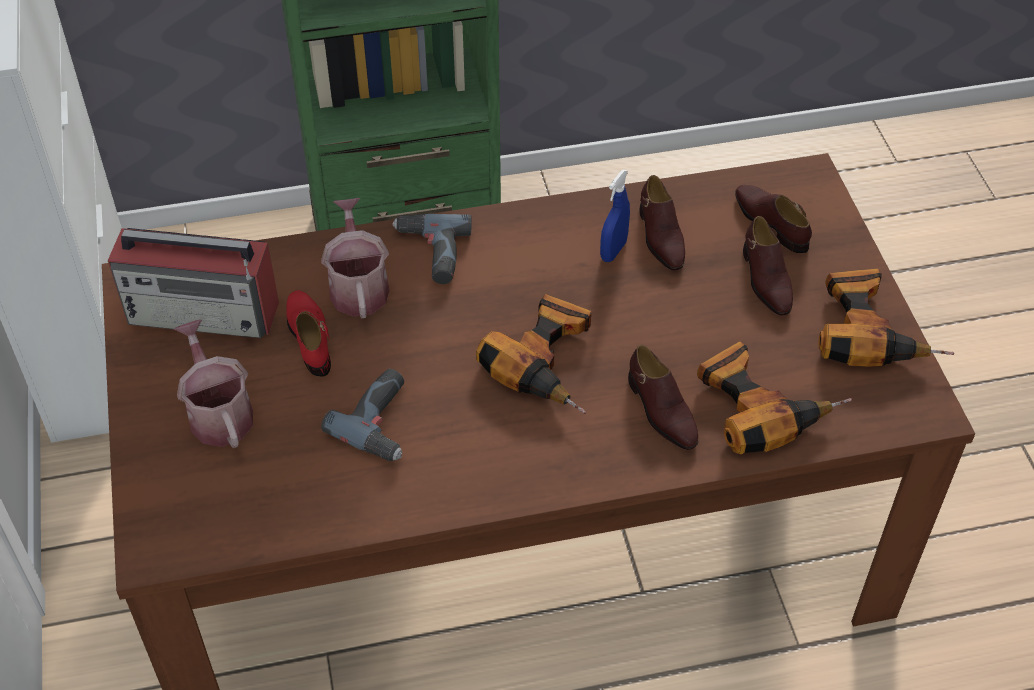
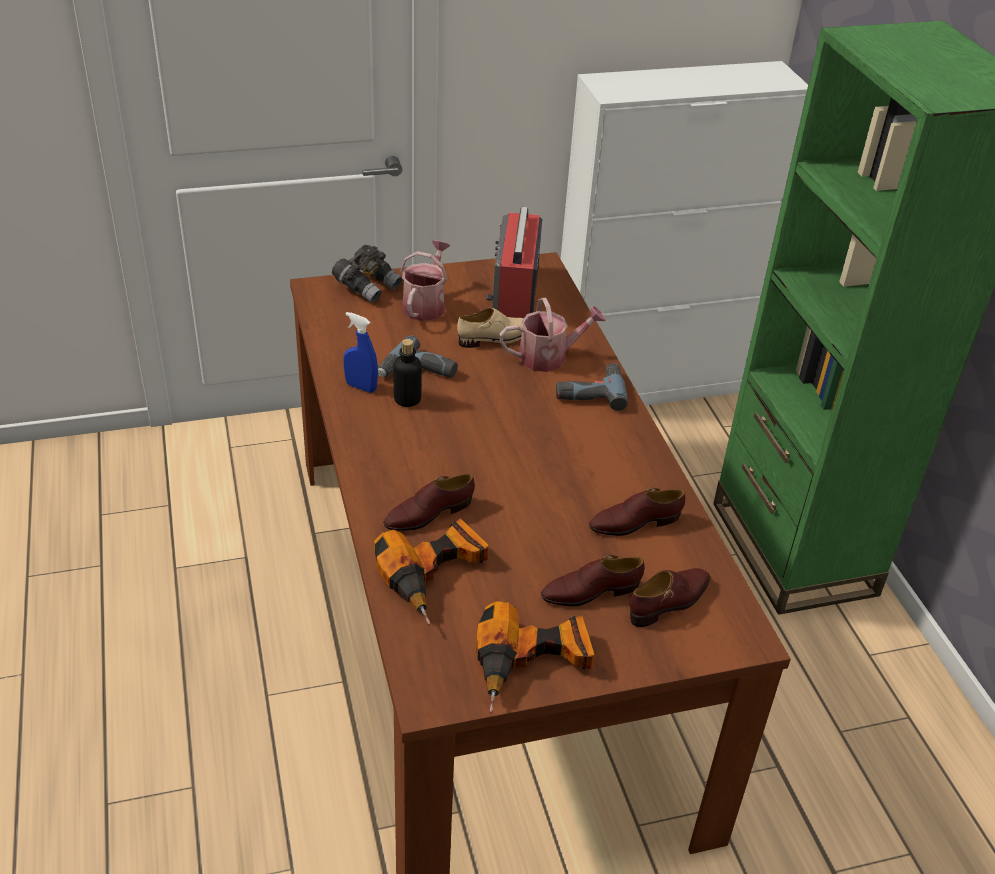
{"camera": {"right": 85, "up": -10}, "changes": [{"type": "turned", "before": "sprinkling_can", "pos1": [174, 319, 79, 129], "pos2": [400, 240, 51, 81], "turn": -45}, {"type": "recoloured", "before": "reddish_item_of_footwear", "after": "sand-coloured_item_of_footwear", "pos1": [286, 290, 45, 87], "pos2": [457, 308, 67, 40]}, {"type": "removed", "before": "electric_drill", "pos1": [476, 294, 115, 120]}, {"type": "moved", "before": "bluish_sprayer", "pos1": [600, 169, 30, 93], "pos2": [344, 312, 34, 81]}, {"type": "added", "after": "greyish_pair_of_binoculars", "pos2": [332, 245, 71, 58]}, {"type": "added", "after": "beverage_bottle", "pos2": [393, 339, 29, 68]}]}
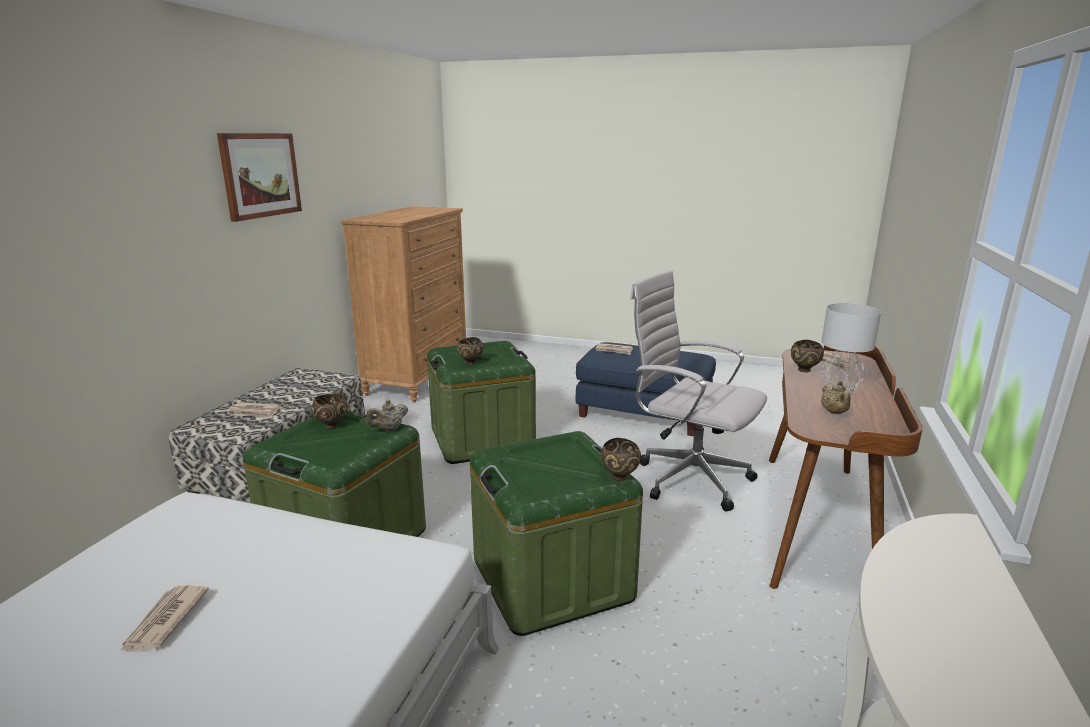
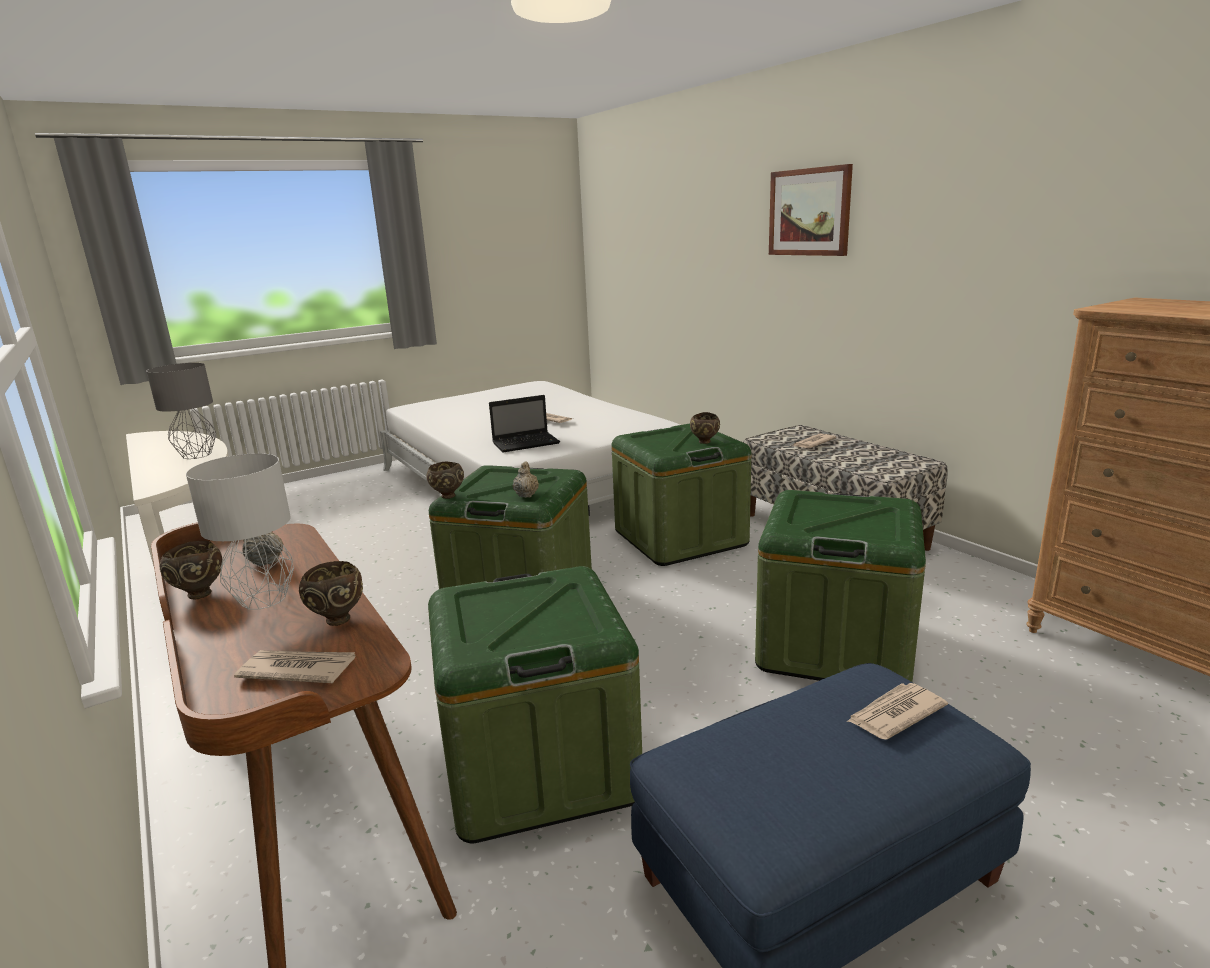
{"camera": {"right": 130, "up": 0}, "changes": [{"type": "moved", "before": "wall_art", "pos1": [217, 133, 85, 89], "pos2": [769, 164, 84, 92]}, {"type": "moved", "before": "sand-coloured_teapot", "pos1": [366, 400, 42, 31], "pos2": [513, 462, 26, 36]}, {"type": "moved", "before": "brown-coloured_bowl", "pos1": [457, 337, 27, 28], "pos2": [159, 541, 63, 59]}, {"type": "replaced", "before": "whitish_computer_chair", "after": "green_storage_bin", "pos1": [630, 270, 137, 242], "pos2": [428, 566, 214, 277]}, {"type": "added", "after": "greyish_tabletop_lamp", "pos2": [146, 363, 70, 96]}, {"type": "added", "after": "notebook_computer", "pos2": [489, 395, 71, 57]}]}
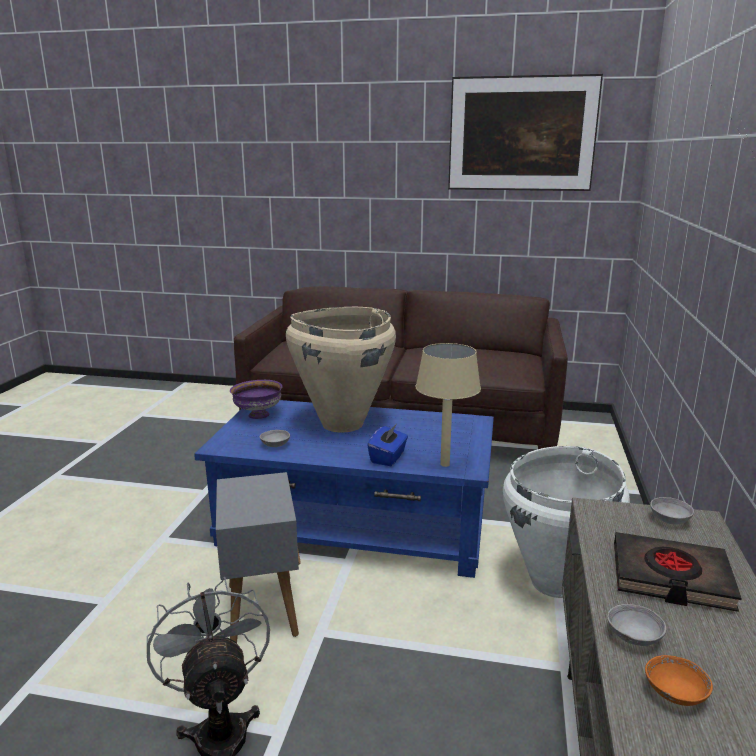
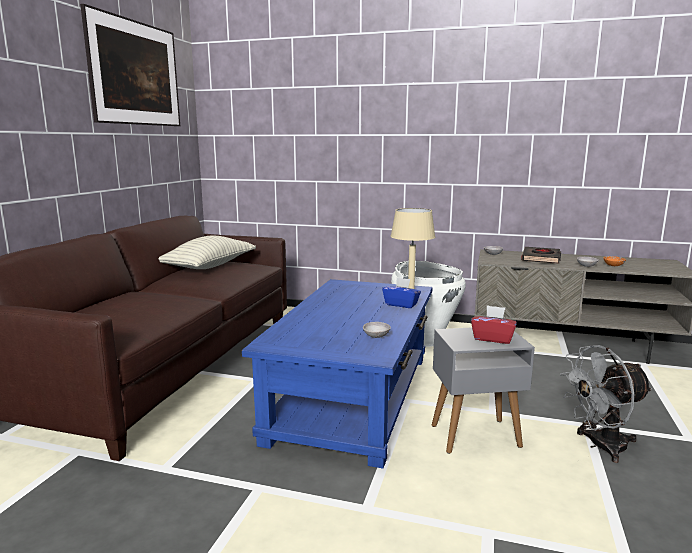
{"camera": {"right": -85, "up": -5}, "changes": [{"type": "removed", "before": "purple_bowl", "pos1": [230, 380, 53, 39]}, {"type": "removed", "before": "sand-coloured_decorative_vase", "pos1": [286, 307, 110, 126]}, {"type": "added", "after": "pillow", "pos2": [159, 236, 97, 33]}, {"type": "added", "after": "reddish_tissue_box", "pos2": [471, 305, 46, 39]}]}
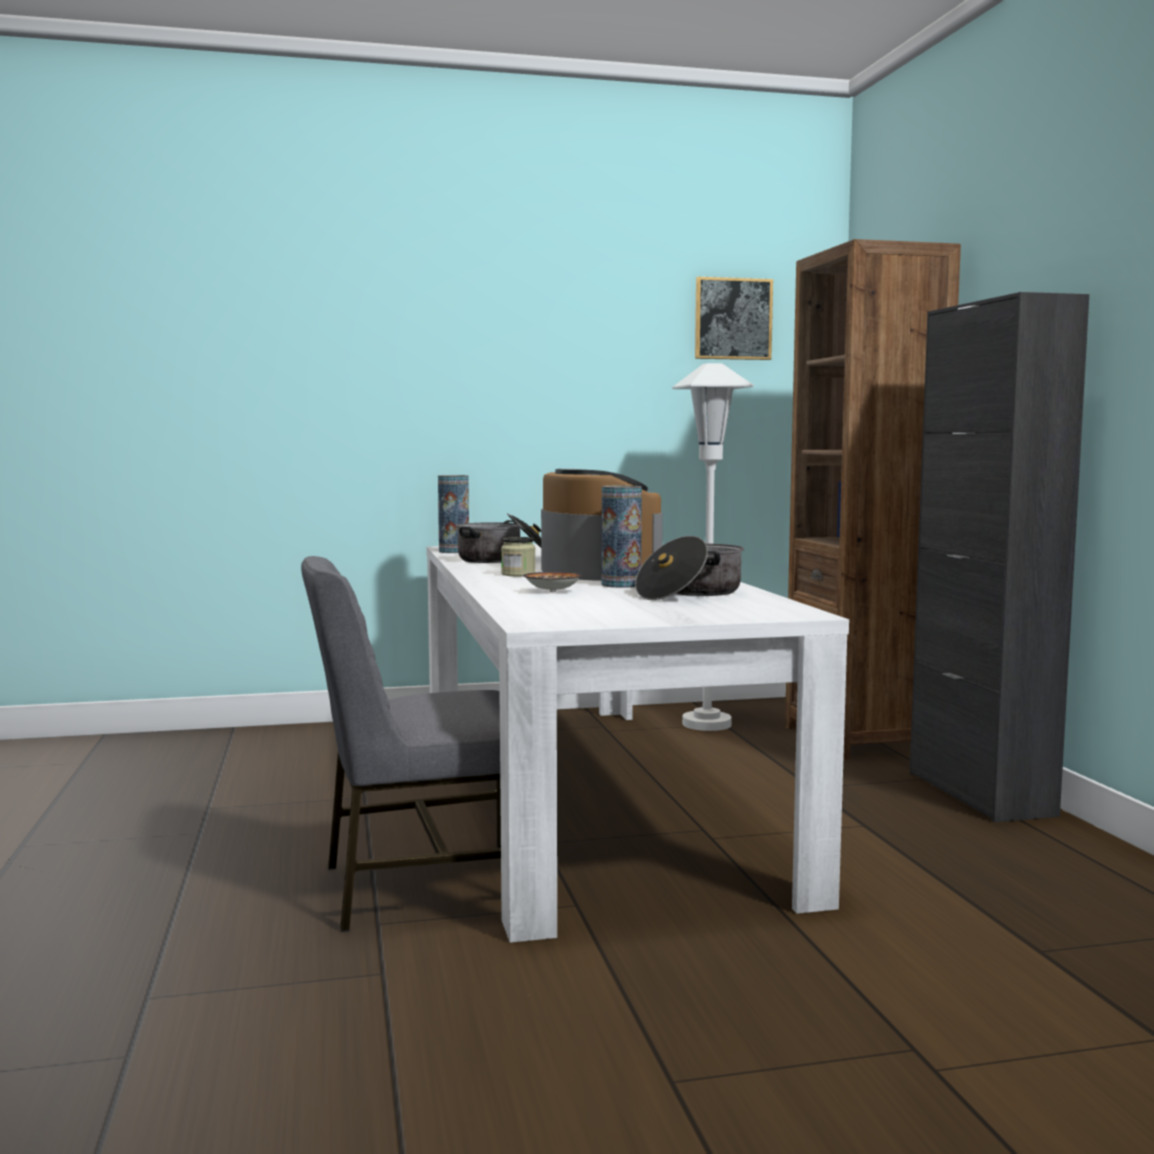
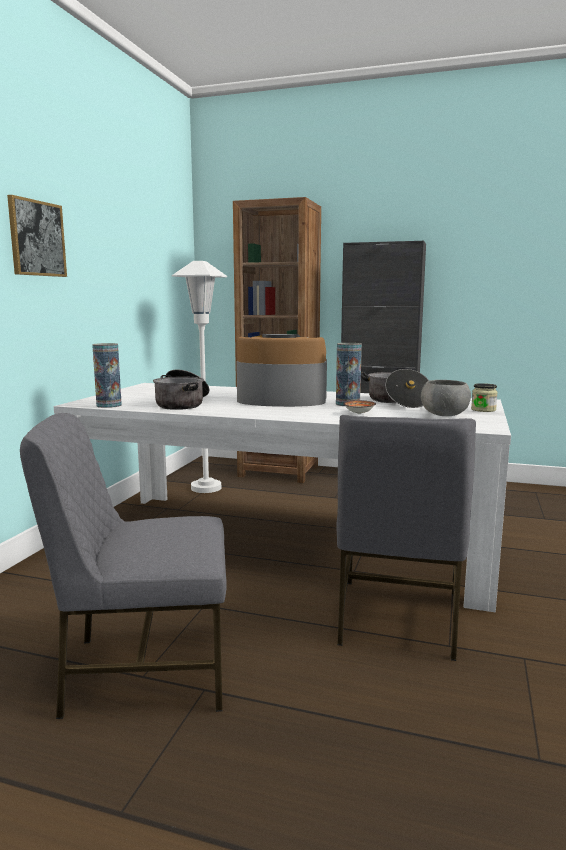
{"camera": {"right": -60, "up": 5}, "changes": [{"type": "moved", "before": "storage_jar", "pos1": [501, 537, 35, 39], "pos2": [471, 383, 27, 29]}, {"type": "moved", "before": "wall_art", "pos1": [695, 277, 78, 83], "pos2": [7, 195, 60, 82]}, {"type": "added", "after": "greyish_chair", "pos2": [20, 413, 207, 306]}, {"type": "added", "after": "greyish_bowl", "pos2": [421, 380, 50, 36]}]}
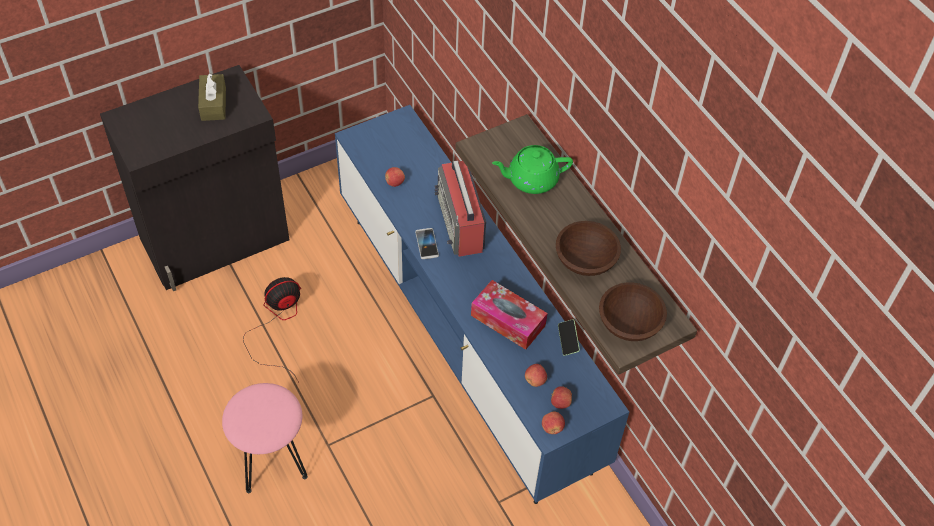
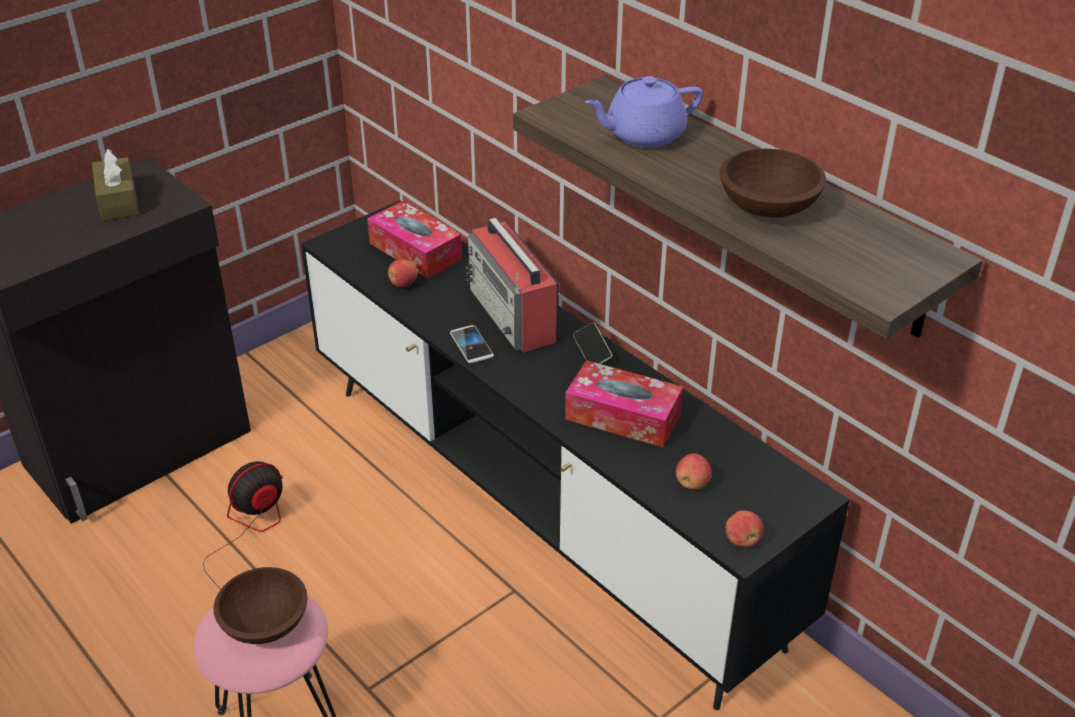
{"camera": {"right": -10, "up": -15}, "changes": [{"type": "recoloured", "before": "bluish_tv_stand", "after": "black-coloured_tv_stand", "pos1": [335, 105, 294, 399], "pos2": [301, 200, 549, 510]}, {"type": "recoloured", "before": "green_teapot", "after": "purple_teapot", "pos1": [492, 145, 81, 49], "pos2": [585, 76, 118, 72]}, {"type": "removed", "before": "apple", "pos1": [551, 386, 21, 23]}, {"type": "moved", "before": "phone", "pos1": [558, 319, 22, 37], "pos2": [573, 323, 39, 41]}, {"type": "moved", "before": "brown-coloured_bowl", "pos1": [599, 283, 68, 58], "pos2": [214, 567, 93, 77]}, {"type": "added", "after": "tissue_box", "pos2": [367, 201, 95, 78]}]}
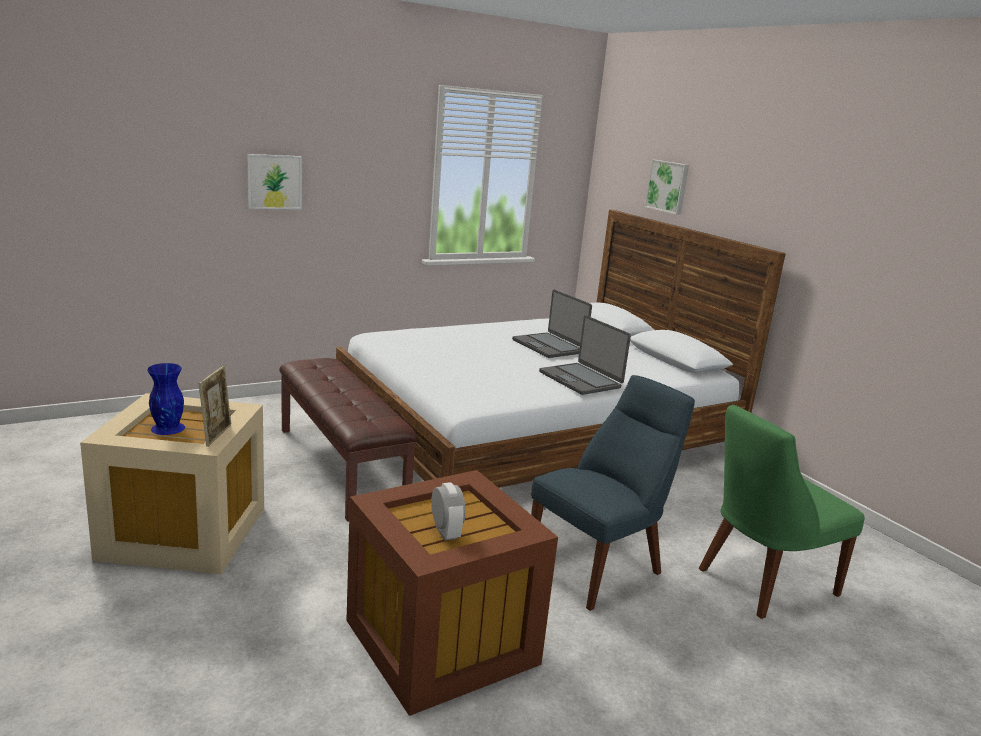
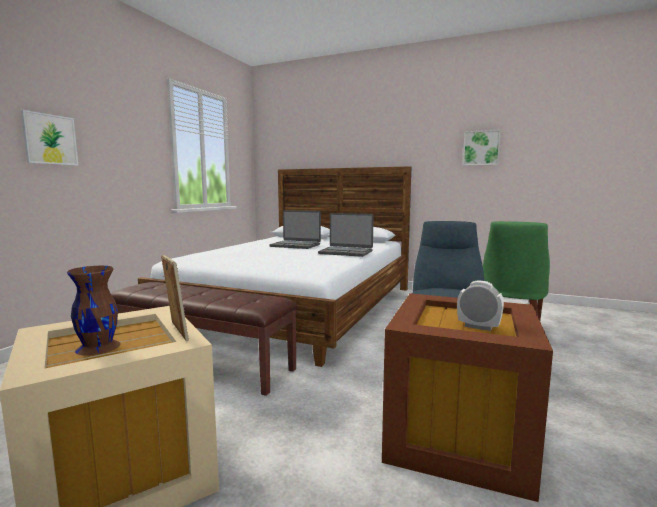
{"camera": {"right": -35, "up": -10}, "changes": [{"type": "recoloured", "before": "bluish_decorative_vase", "after": "brown-coloured_decorative_vase", "pos1": [147, 363, 38, 72], "pos2": [67, 266, 54, 90]}, {"type": "moved", "before": "wall_art", "pos1": [644, 160, 45, 55], "pos2": [463, 130, 38, 36]}]}
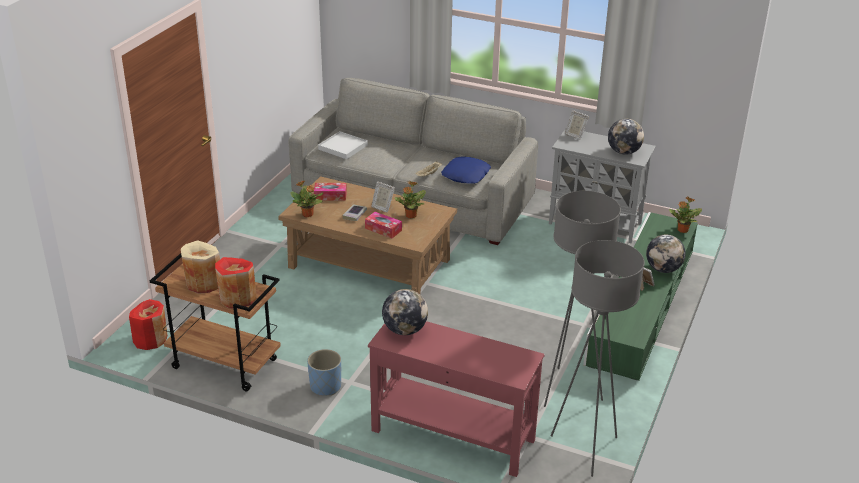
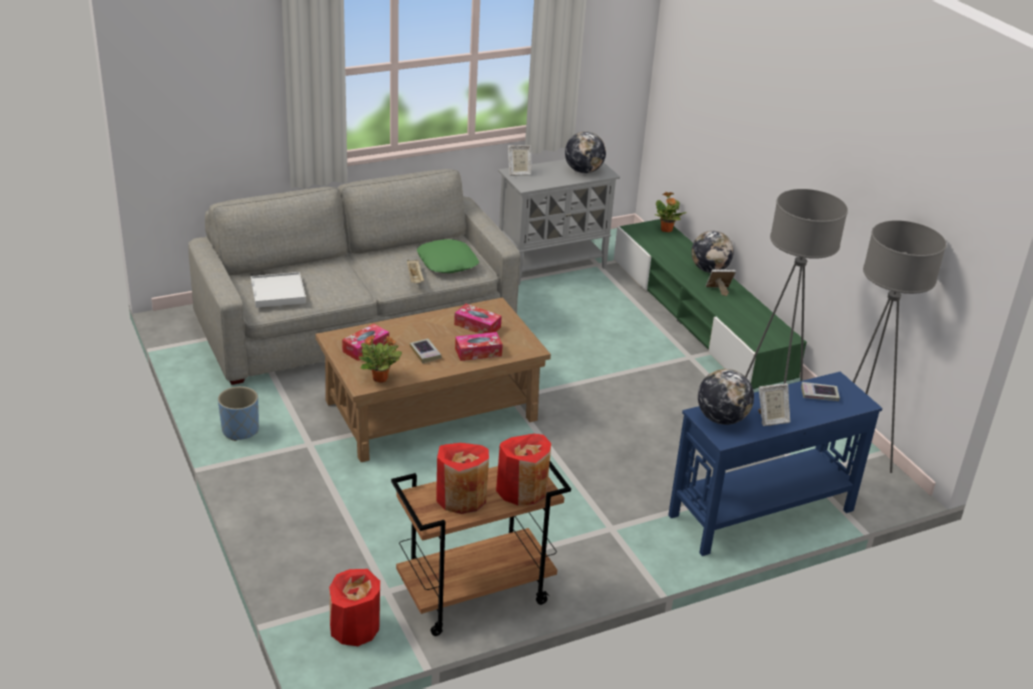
{"camera": {"right": -50, "up": 0}, "changes": [{"type": "recoloured", "before": "sand-coloured_decorative_vase", "after": "reddish_decorative_vase", "pos1": [181, 240, 39, 54], "pos2": [436, 443, 53, 71]}, {"type": "moved", "before": "bluish_flower_pot", "pos1": [307, 349, 34, 47], "pos2": [218, 386, 41, 55]}, {"type": "recoloured", "before": "reddish_console_table", "after": "bluish_console_table", "pos1": [368, 321, 177, 156], "pos2": [668, 372, 214, 184]}, {"type": "moved", "before": "photo_frame", "pos1": [371, 181, 24, 32], "pos2": [758, 383, 32, 43]}, {"type": "replaced", "before": "houseplant", "after": "tissue_box", "pos1": [395, 181, 31, 37], "pos2": [454, 304, 48, 30]}, {"type": "recoloured", "before": "bluish_pillow", "after": "green_pillow", "pos1": [441, 157, 50, 27], "pos2": [417, 239, 62, 34]}, {"type": "added", "after": "volume", "pos2": [801, 382, 39, 19]}]}
